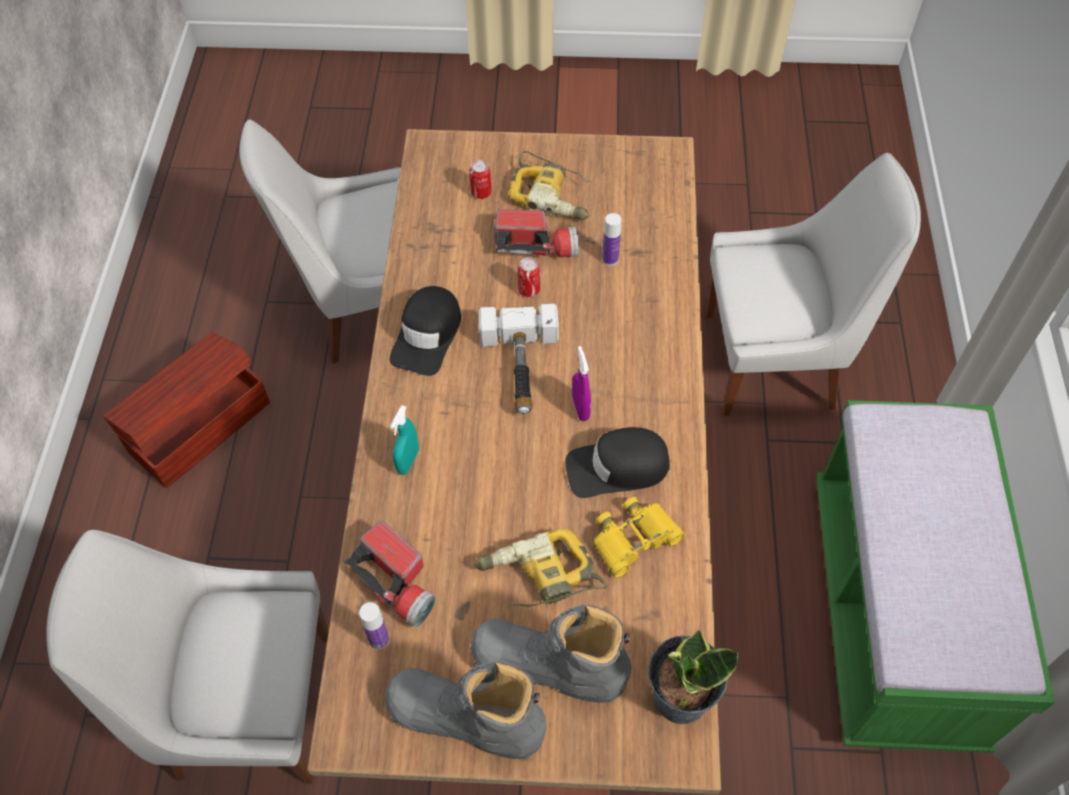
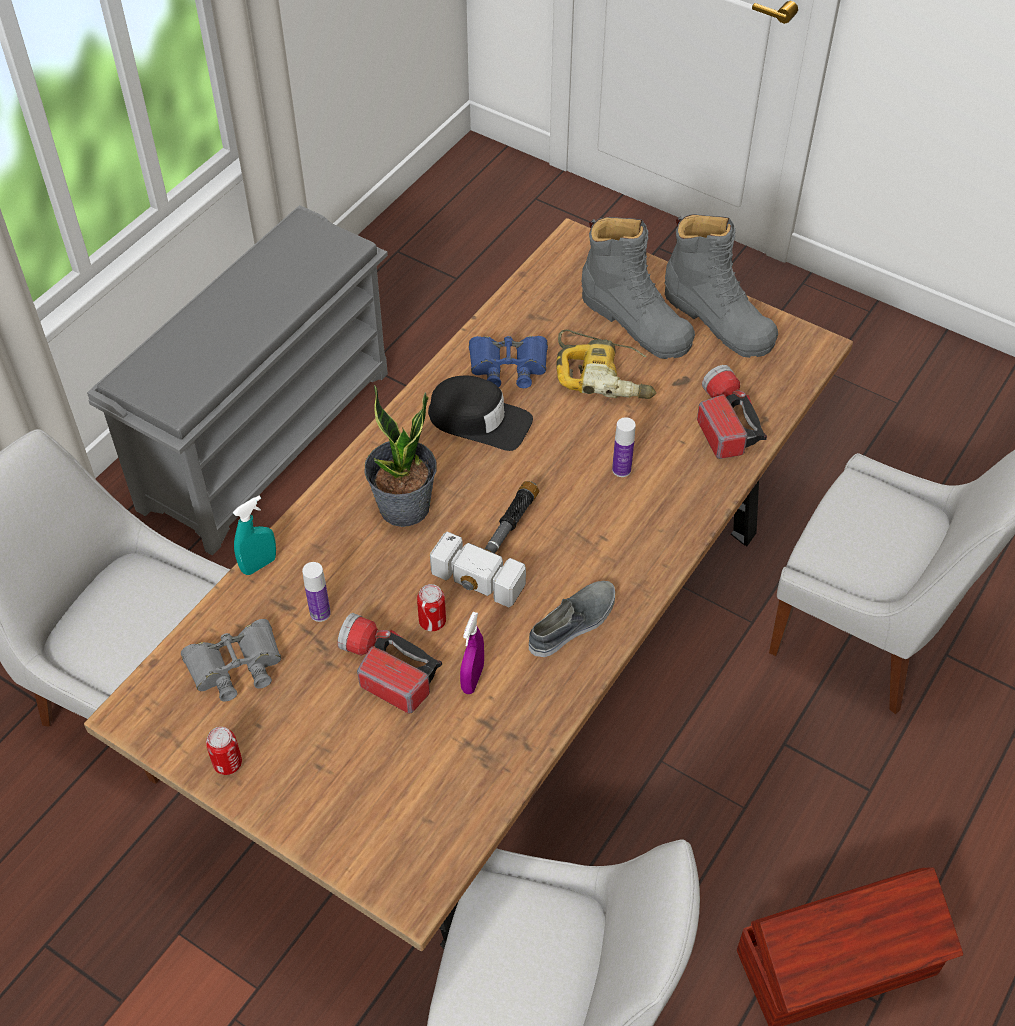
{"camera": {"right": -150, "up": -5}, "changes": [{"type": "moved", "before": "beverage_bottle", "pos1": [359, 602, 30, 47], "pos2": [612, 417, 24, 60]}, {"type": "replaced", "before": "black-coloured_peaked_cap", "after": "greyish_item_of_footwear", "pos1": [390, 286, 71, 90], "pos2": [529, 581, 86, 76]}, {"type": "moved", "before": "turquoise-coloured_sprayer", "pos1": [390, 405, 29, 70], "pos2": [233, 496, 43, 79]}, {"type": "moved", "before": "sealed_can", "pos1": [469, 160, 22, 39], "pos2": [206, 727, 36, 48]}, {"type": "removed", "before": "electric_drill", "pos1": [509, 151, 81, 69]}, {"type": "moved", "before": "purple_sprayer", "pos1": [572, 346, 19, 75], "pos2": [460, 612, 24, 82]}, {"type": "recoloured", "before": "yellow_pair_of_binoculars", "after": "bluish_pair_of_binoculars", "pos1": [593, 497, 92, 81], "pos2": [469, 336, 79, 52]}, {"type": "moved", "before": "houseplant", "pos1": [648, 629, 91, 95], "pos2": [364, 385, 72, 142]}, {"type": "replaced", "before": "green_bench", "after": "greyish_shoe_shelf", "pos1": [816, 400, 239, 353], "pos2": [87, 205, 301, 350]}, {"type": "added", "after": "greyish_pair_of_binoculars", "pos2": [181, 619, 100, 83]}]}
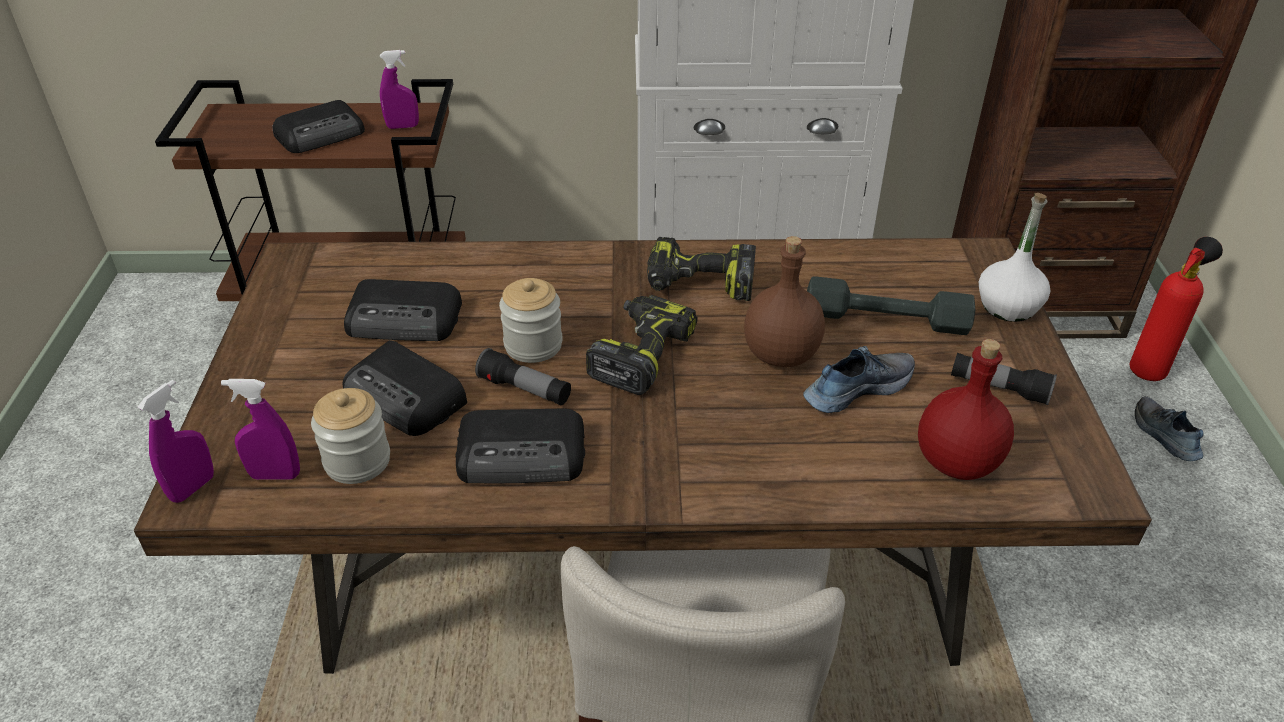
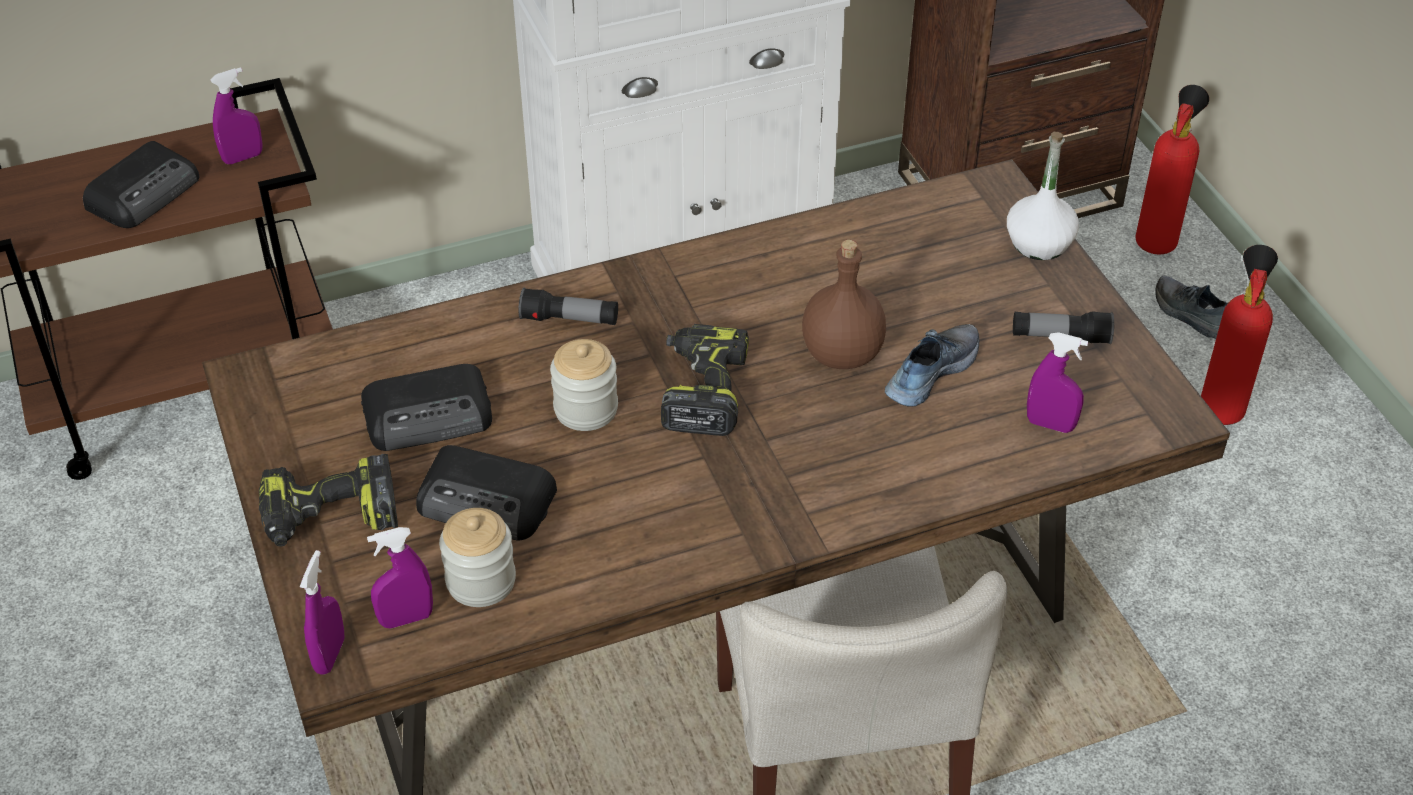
{"camera": {"right": -20, "up": 5}, "changes": [{"type": "removed", "before": "radio_receiver", "pos1": [455, 409, 130, 74]}, {"type": "moved", "before": "torch", "pos1": [475, 348, 96, 57], "pos2": [519, 288, 99, 37]}, {"type": "moved", "before": "electric_drill", "pos1": [647, 237, 109, 64], "pos2": [259, 454, 139, 93]}, {"type": "removed", "before": "greyish_hand_weight", "pos1": [807, 276, 168, 59]}, {"type": "replaced", "before": "reddish_beverage_bottle", "after": "purple_sprayer", "pos1": [918, 339, 96, 141], "pos2": [1027, 332, 61, 101]}, {"type": "added", "after": "fire_extinguisher", "pos2": [1201, 245, 77, 180]}]}
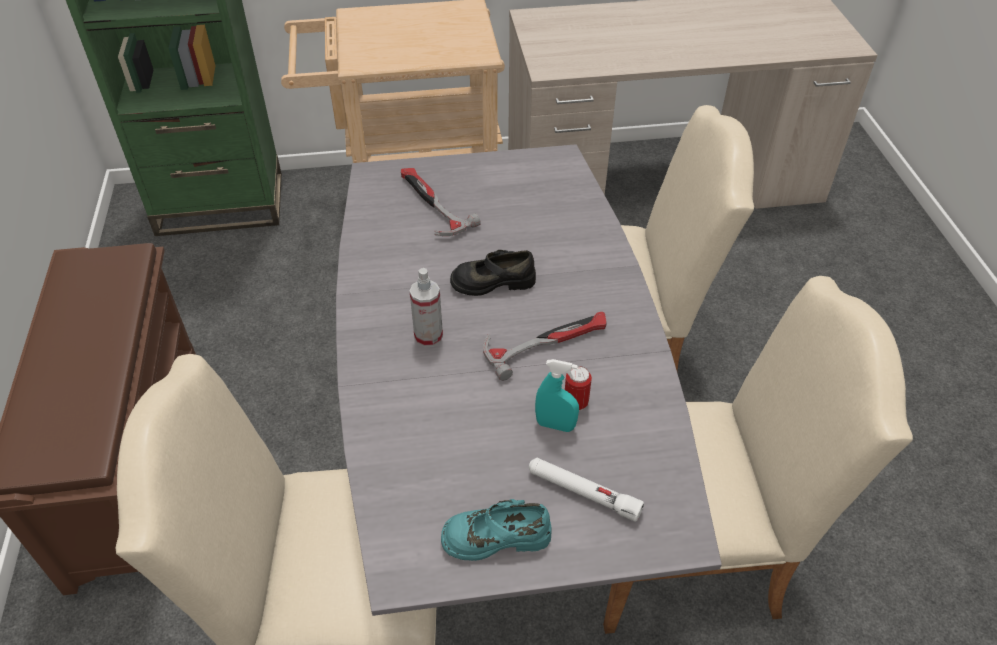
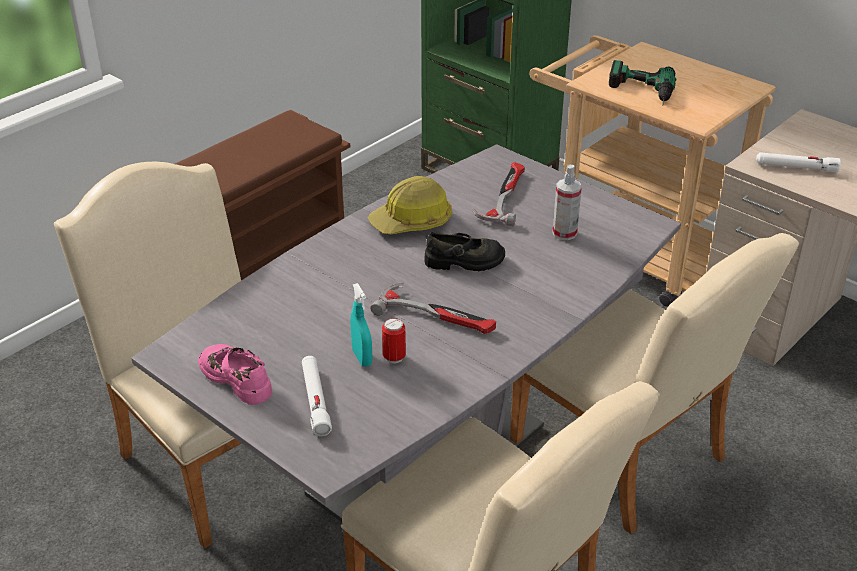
{"camera": {"right": 50, "up": -10}, "changes": [{"type": "moved", "before": "sprayer", "pos1": [410, 268, 33, 79], "pos2": [552, 165, 30, 75]}, {"type": "recoloured", "before": "turquoise-coloured_item_of_footwear", "after": "pink_item_of_footwear", "pos1": [441, 499, 111, 62], "pos2": [198, 344, 74, 61]}, {"type": "turned", "before": "black-coloured_item_of_footwear", "pos1": [450, 250, 86, 46], "pos2": [424, 232, 81, 39], "turn": 135}, {"type": "added", "after": "hard_hat", "pos2": [368, 176, 84, 59]}, {"type": "added", "after": "electric_drill", "pos2": [609, 60, 67, 46]}, {"type": "added", "after": "whitish_torch", "pos2": [756, 152, 85, 21]}]}
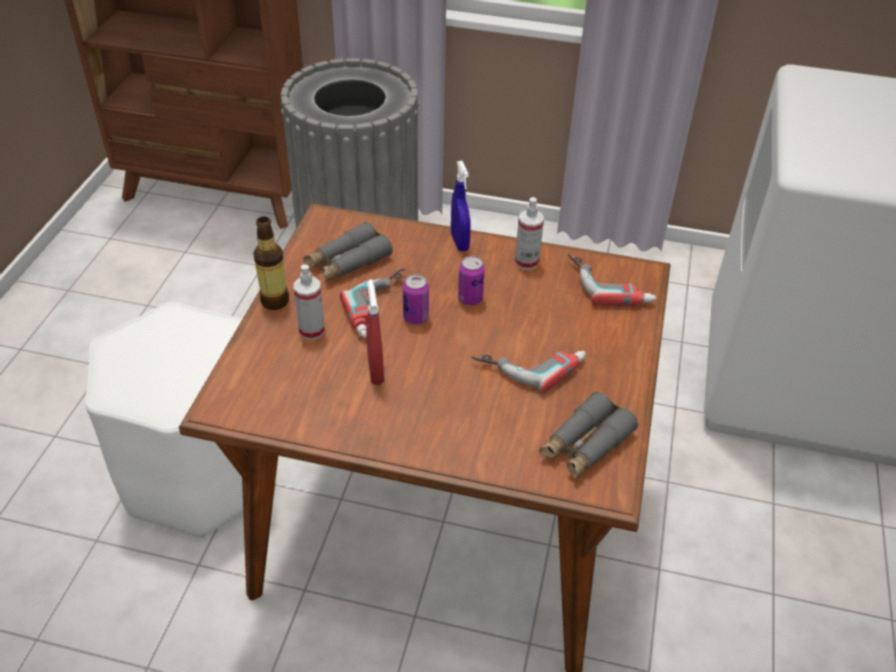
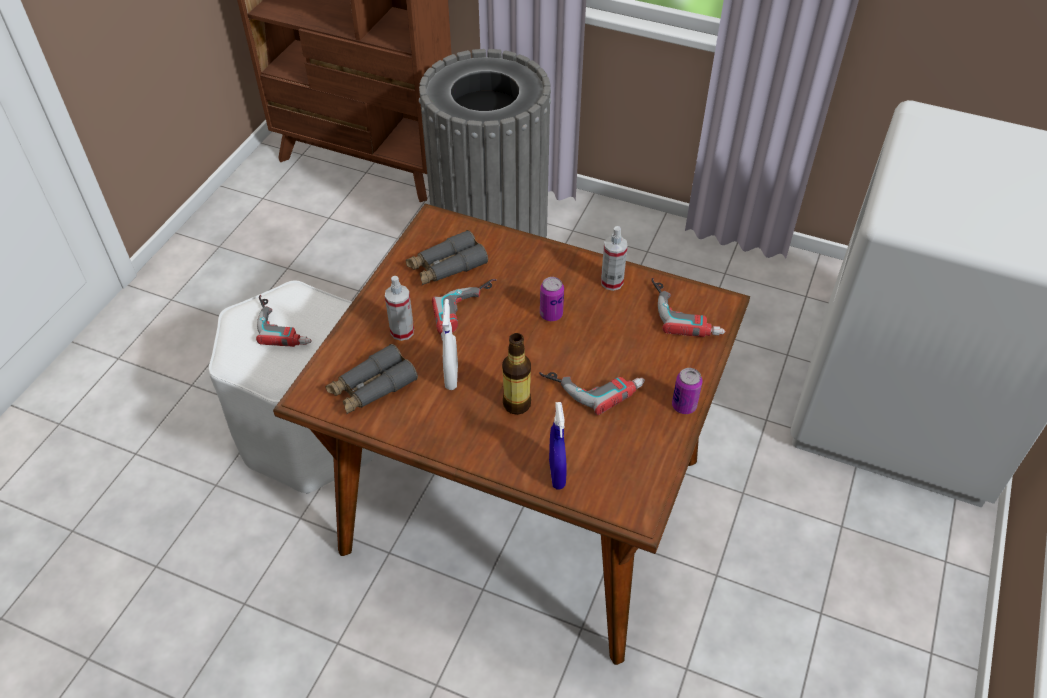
{"camera": {"right": 10, "up": 5}, "changes": [{"type": "moved", "before": "beverage_bottle", "pos1": [253, 217, 36, 93], "pos2": [502, 333, 29, 82]}, {"type": "recoloured", "before": "reddish_sprayer", "after": "whitish_sprayer", "pos1": [367, 279, 17, 106], "pos2": [442, 299, 16, 91]}, {"type": "moved", "before": "sealed_can", "pos1": [403, 274, 26, 51], "pos2": [672, 368, 30, 46]}, {"type": "moved", "before": "bluish_sprayer", "pos1": [451, 161, 20, 90], "pos2": [549, 402, 18, 87]}, {"type": "moved", "before": "greyish_pair_of_binoculars", "pos1": [539, 392, 99, 87], "pos2": [325, 344, 93, 71]}, {"type": "added", "after": "electric_drill", "pos2": [256, 295, 56, 52]}]}
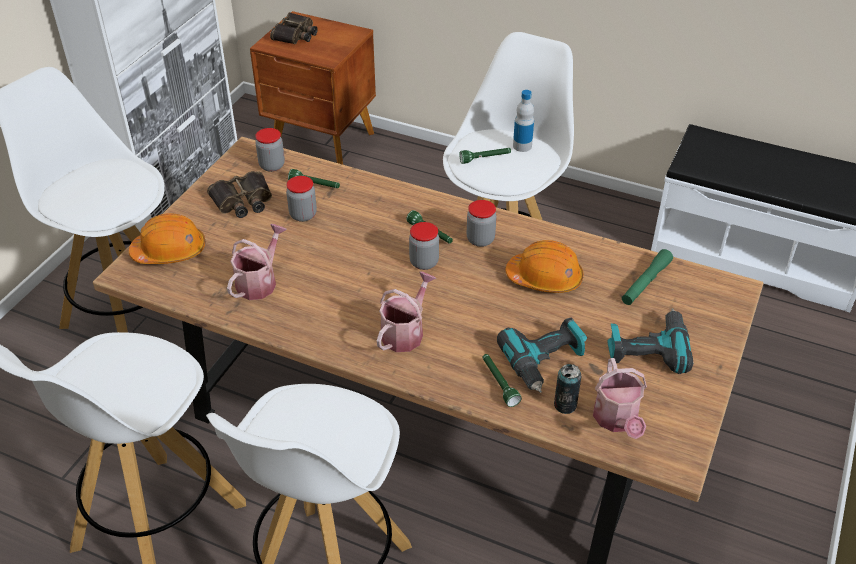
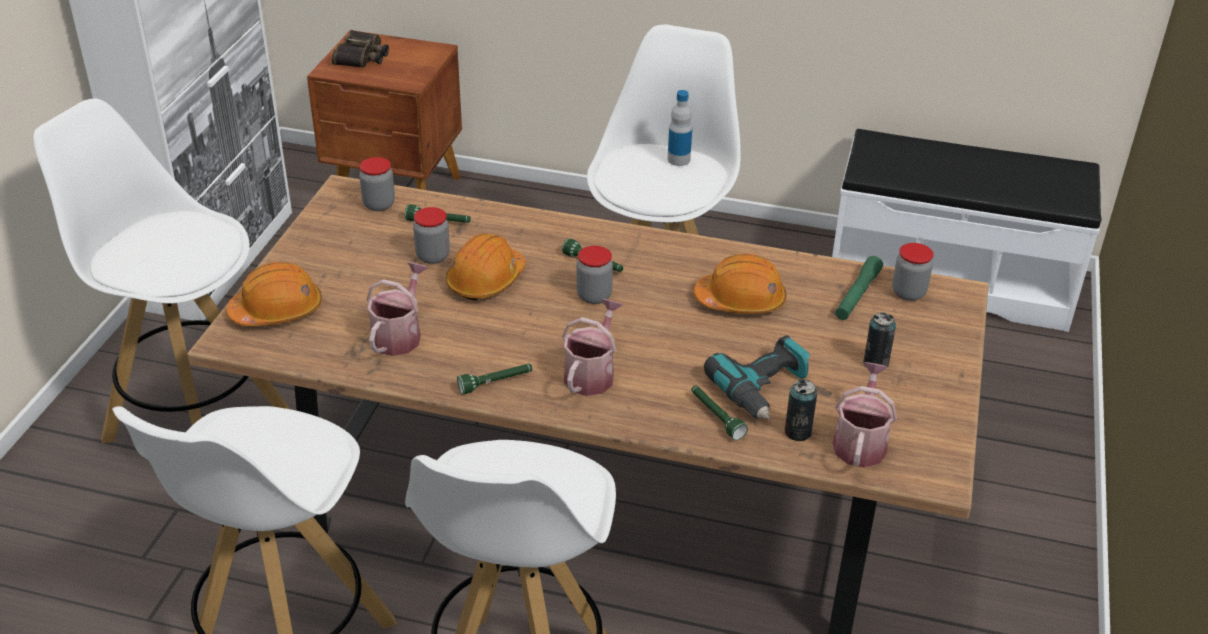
{"camera": {"right": -10, "up": -5}, "changes": [{"type": "removed", "before": "pair_of_binoculars", "pos1": [207, 171, 65, 47]}, {"type": "moved", "before": "green_torch", "pos1": [459, 148, 52, 16], "pos2": [457, 364, 75, 30]}, {"type": "moved", "before": "storage_jar", "pos1": [467, 200, 30, 47], "pos2": [892, 243, 42, 58]}, {"type": "turned", "before": "sprinkling_can", "pos1": [593, 358, 54, 81], "pos2": [833, 362, 64, 106], "turn": -150}, {"type": "replaced", "before": "electric_drill", "after": "sealed_can", "pos1": [607, 308, 86, 66], "pos2": [863, 312, 33, 57]}, {"type": "added", "after": "orange-coloured_hard_hat", "pos2": [446, 233, 80, 68]}]}
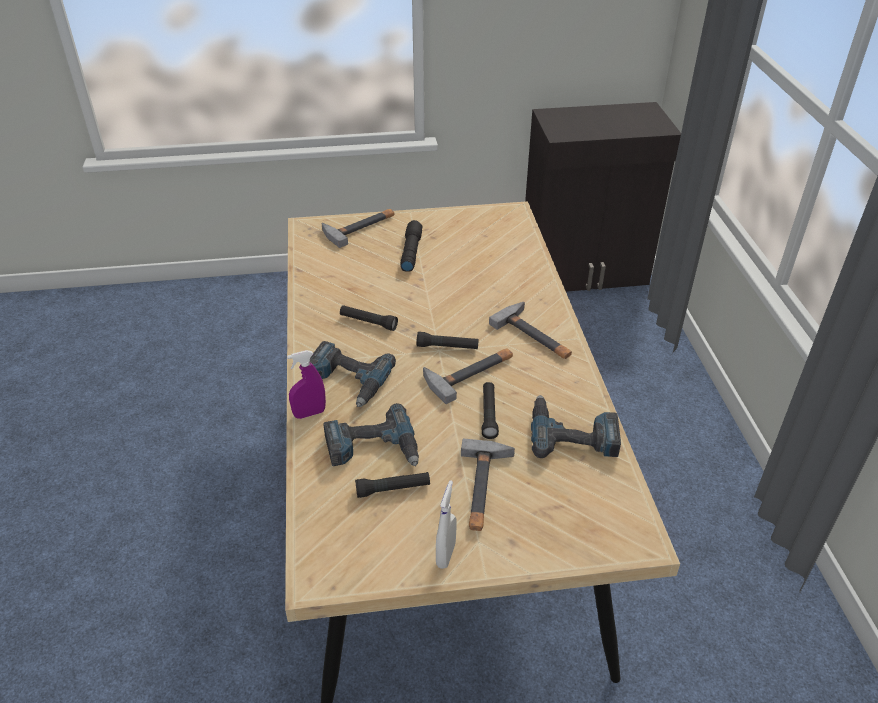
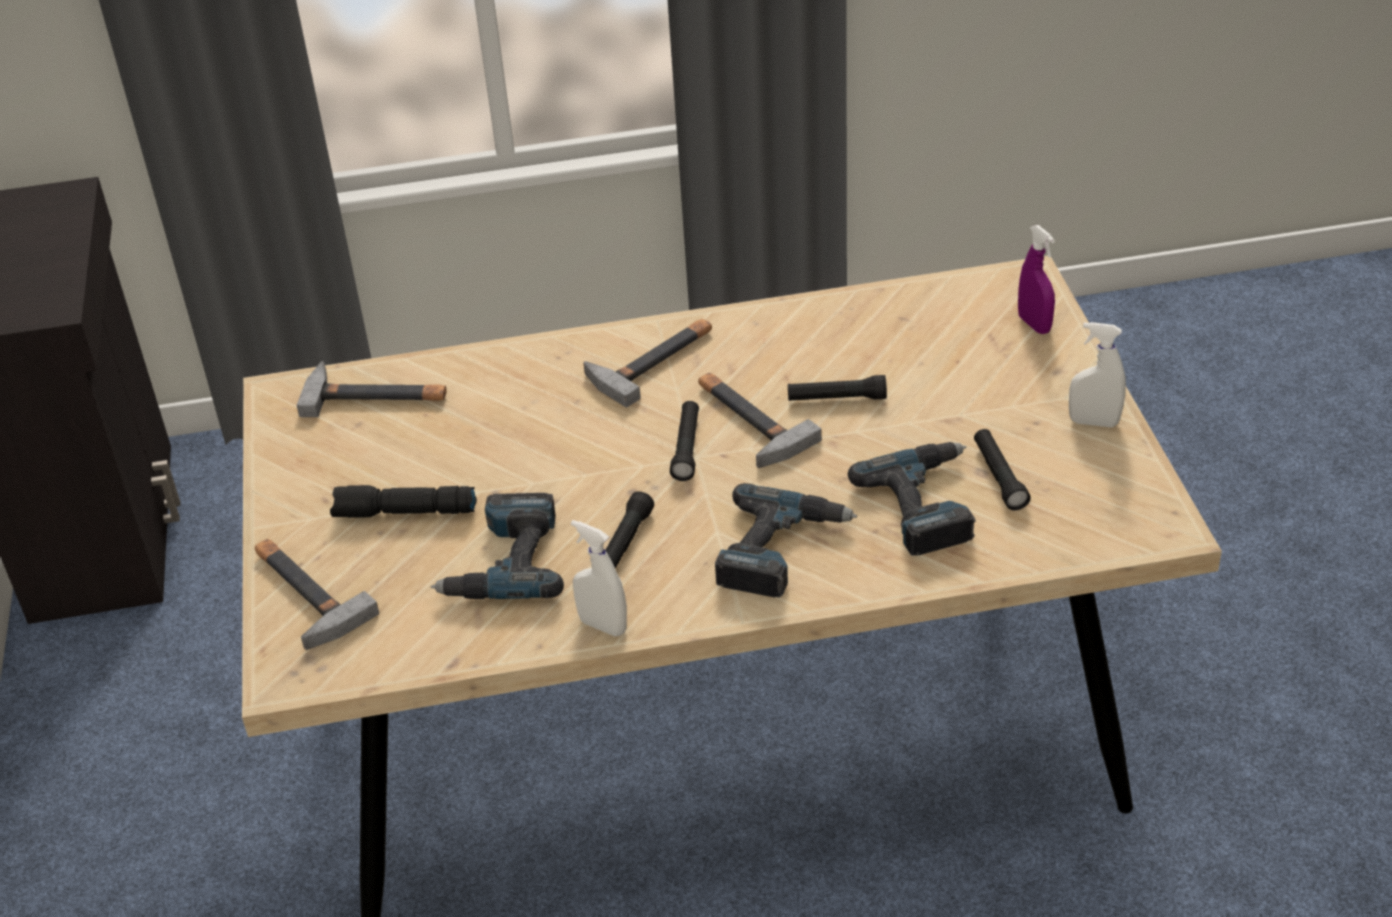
{"camera": {"right": -90, "up": 0}, "changes": [{"type": "moved", "before": "purple_sprayer", "pos1": [287, 350, 39, 69], "pos2": [1018, 225, 37, 109]}, {"type": "moved", "before": "hand_hammer", "pos1": [461, 439, 54, 92], "pos2": [297, 361, 149, 56]}, {"type": "moved", "before": "electric_drill", "pos1": [531, 395, 90, 63], "pos2": [431, 493, 133, 106]}, {"type": "added", "after": "whitish_sprayer", "pos2": [571, 520, 56, 116]}]}
